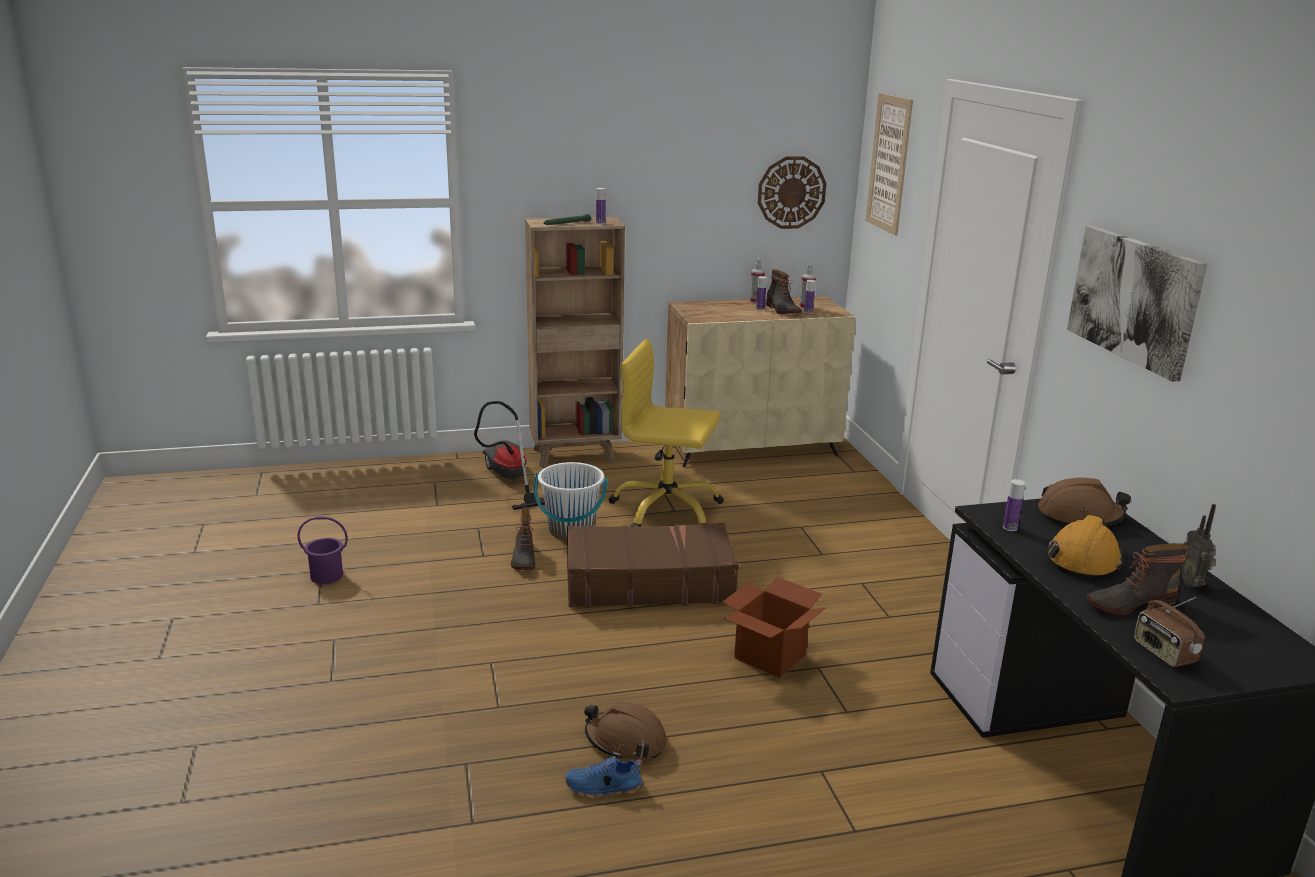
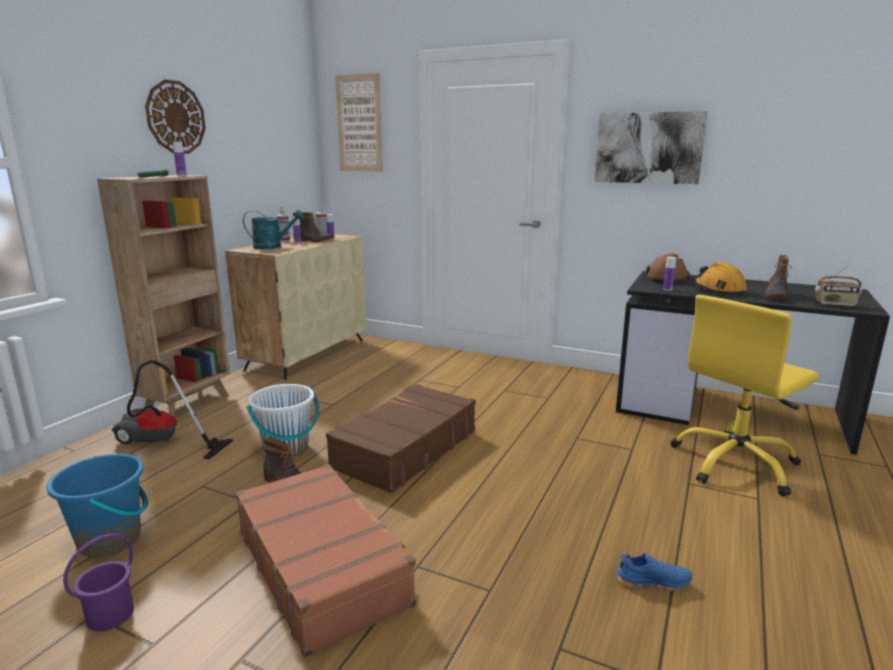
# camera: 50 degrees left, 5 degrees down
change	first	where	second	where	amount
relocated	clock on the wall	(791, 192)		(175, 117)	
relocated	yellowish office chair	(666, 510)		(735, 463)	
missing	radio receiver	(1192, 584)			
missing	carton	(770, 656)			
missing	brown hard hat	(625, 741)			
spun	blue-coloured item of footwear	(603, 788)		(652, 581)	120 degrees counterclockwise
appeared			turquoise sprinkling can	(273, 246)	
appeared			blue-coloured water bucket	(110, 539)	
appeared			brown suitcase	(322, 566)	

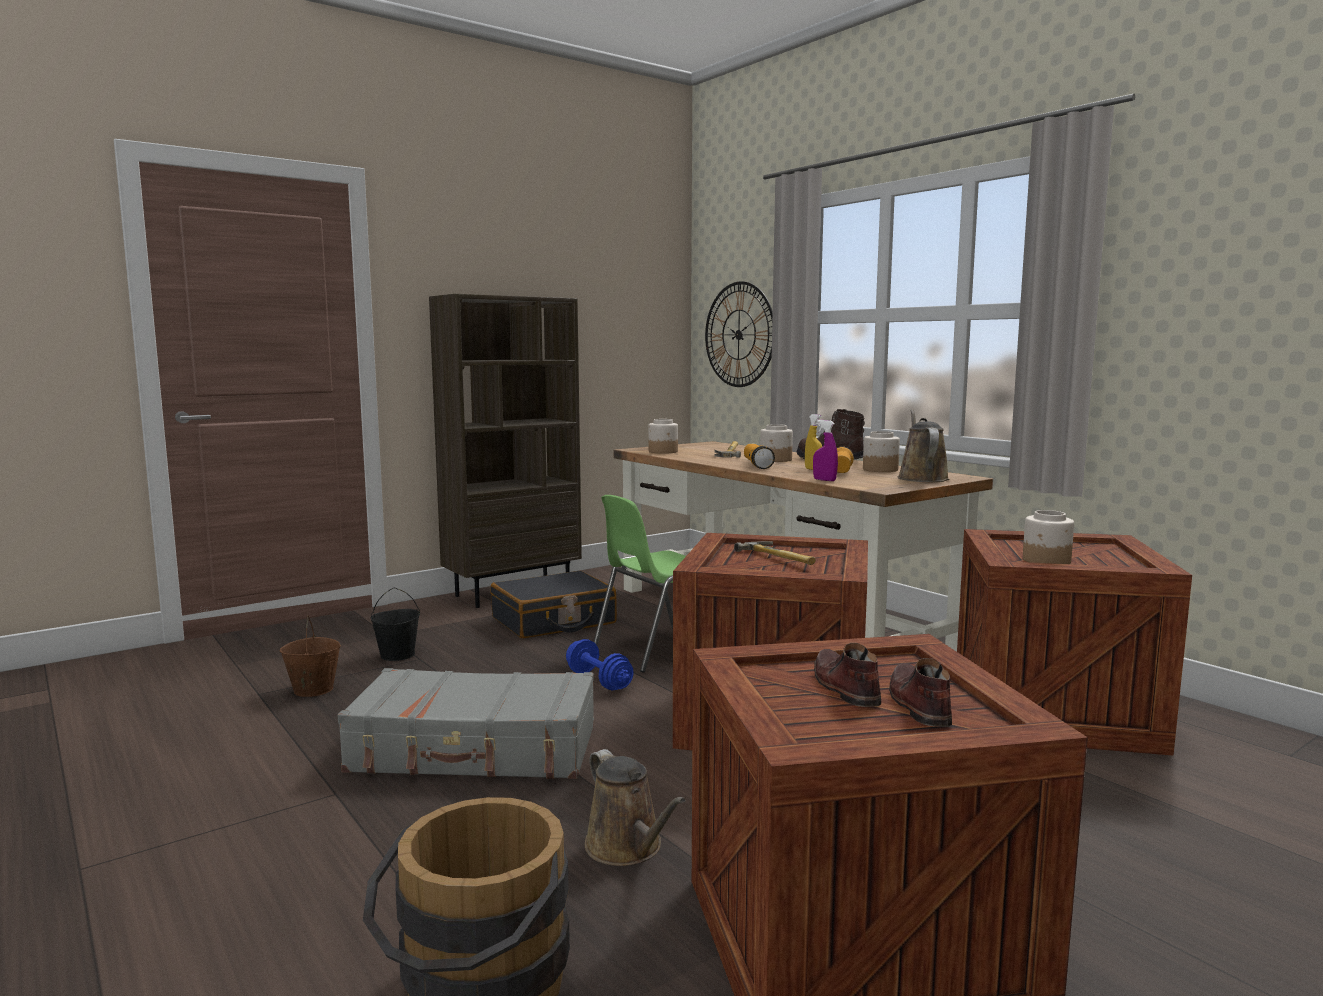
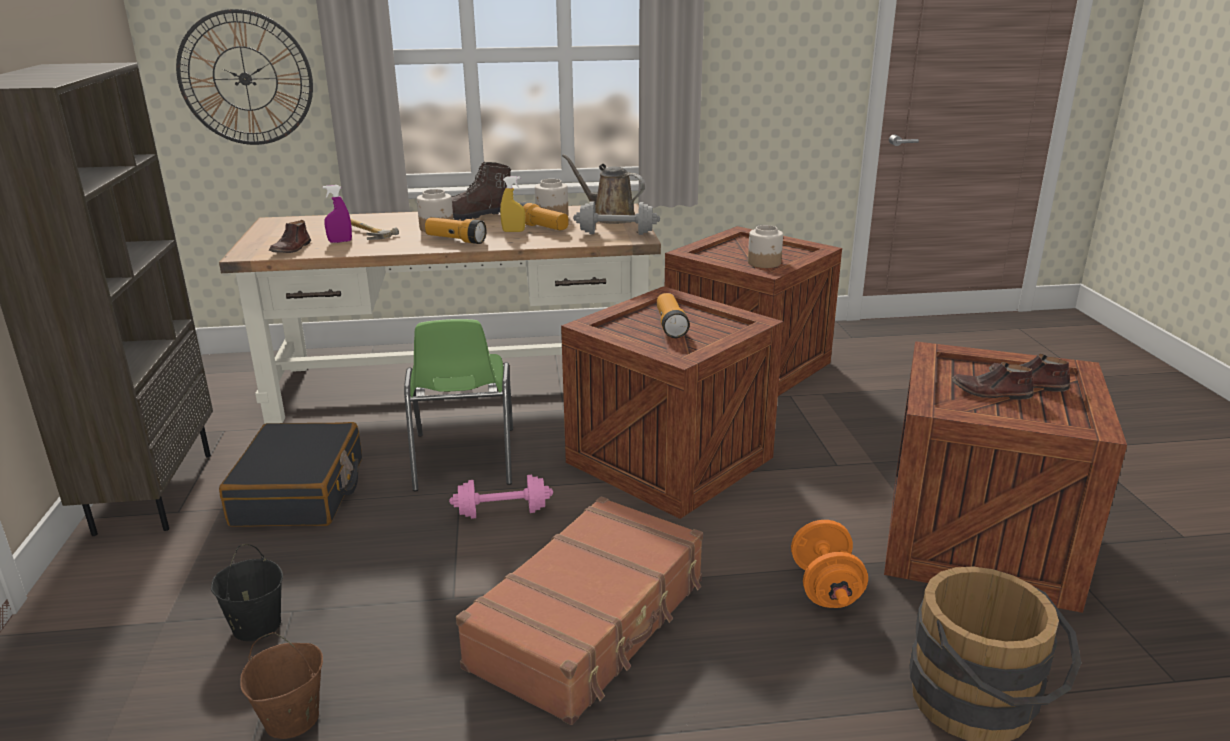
# camera: 60 degrees left, 15 degrees up
change	first	where	second	where	amount
exchanged	storage jar	(663, 451)	brown item of footwear	(291, 249)	
relocated	purplish hand sprayer	(824, 480)		(340, 241)	
exchanged	hammer	(781, 558)	hand torch	(670, 325)	
colour	blue-coloured free weight	(599, 681)	pink-coloured free weight	(502, 512)	
colour	greyish suitcase	(475, 749)	brown suitcase	(591, 623)	
exchanged	brown sprinkling can	(627, 848)	orange free weight	(825, 588)	
appeared			greyish free weight	(616, 233)	

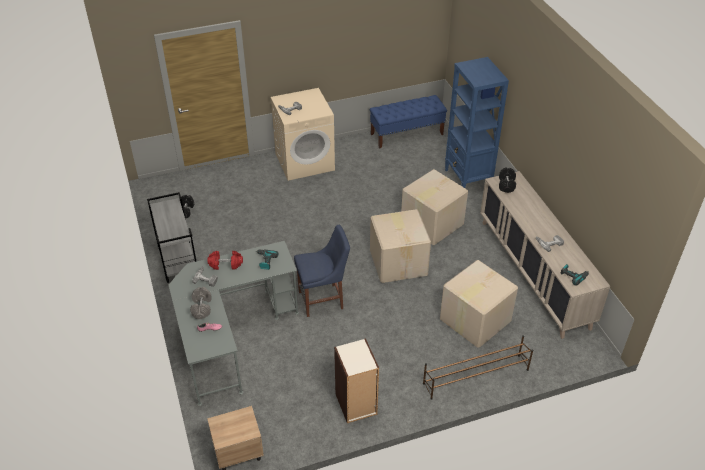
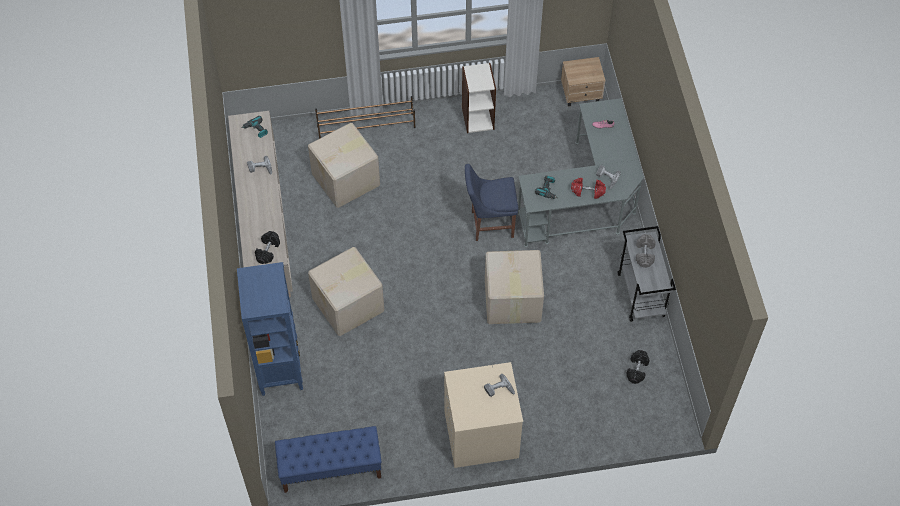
# camera: 170 degrees left, 15 degrees up
change	first	where	second	where	amount
relocated	carton	(398, 262)		(511, 301)	
relocated	greyish free weight	(202, 307)		(644, 254)	

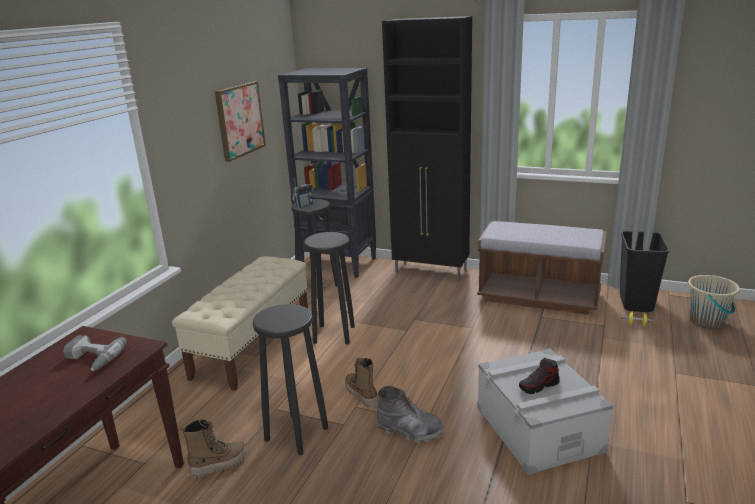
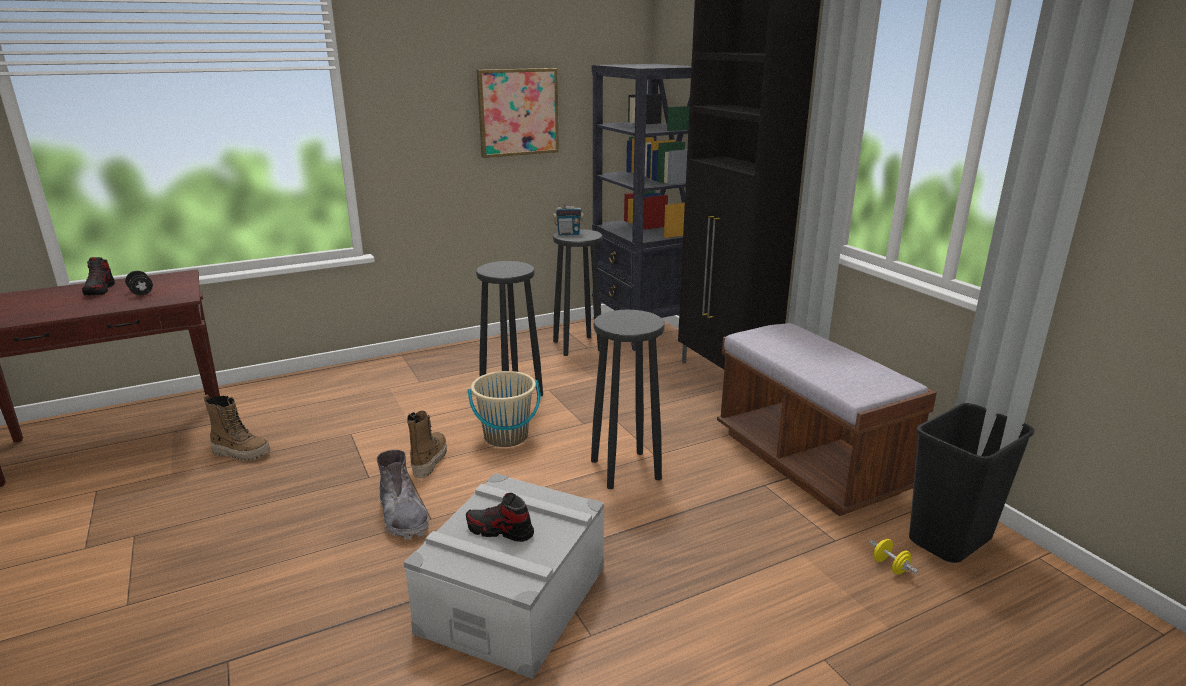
# camera: 40 degrees right, 0 degrees up
change	first	where	second	where	amount
missing	beige-coloured bench	(253, 345)			
relocated	beige-coloured water bucket	(707, 321)		(506, 437)	
relocated	black stool	(296, 433)		(625, 469)	
exchanged	power drill	(91, 359)	black free weight	(141, 292)	
appeared			item of footwear	(100, 290)	

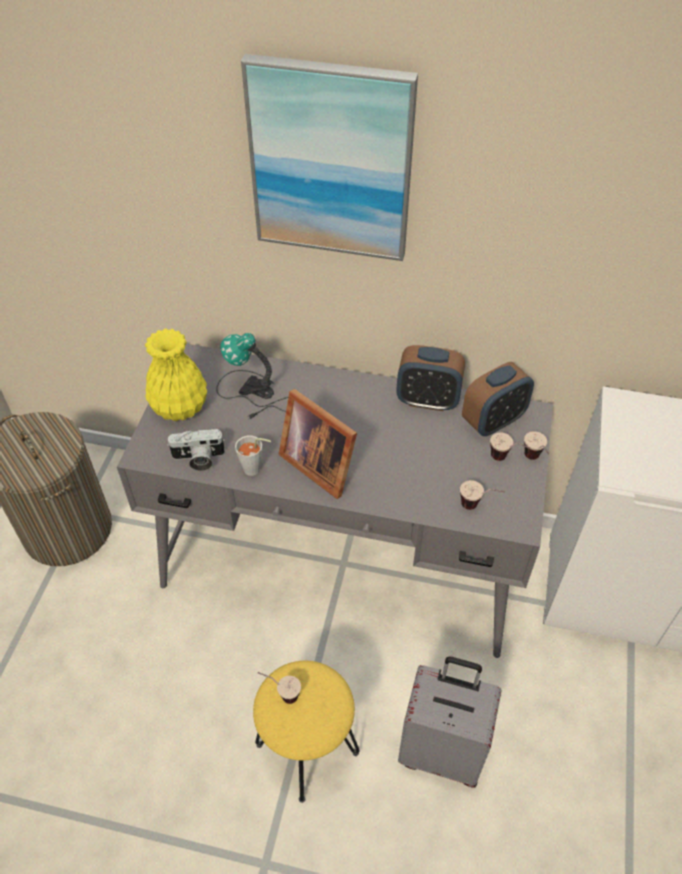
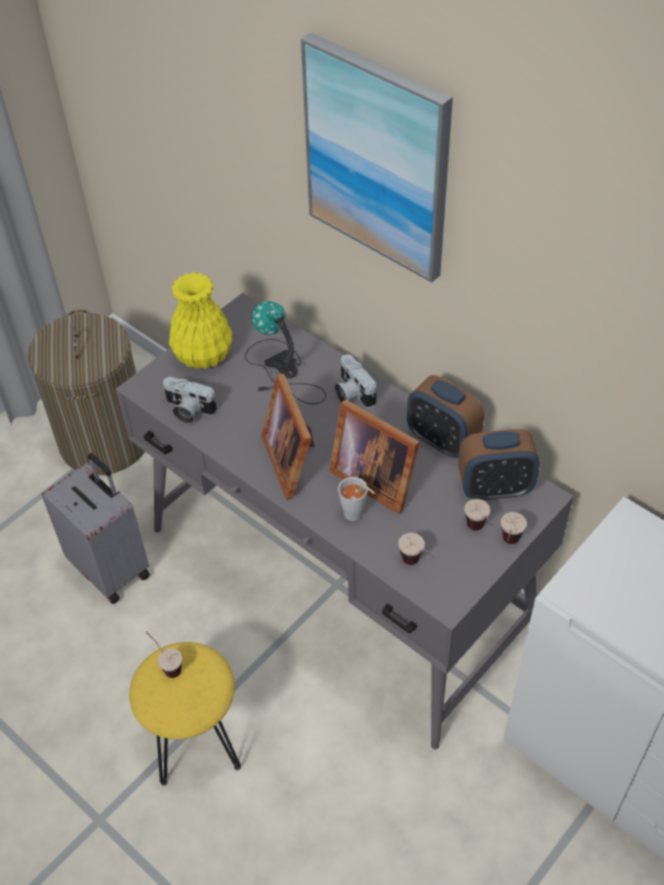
# camera: 30 degrees right, 0 degrees up
change	first	where	second	where	amount
relocated	greyish cup	(255, 470)		(356, 516)	
relocated	greyish suitcase	(442, 750)		(112, 568)	
appeared			still camera	(352, 393)	
appeared			picture frame	(373, 477)	

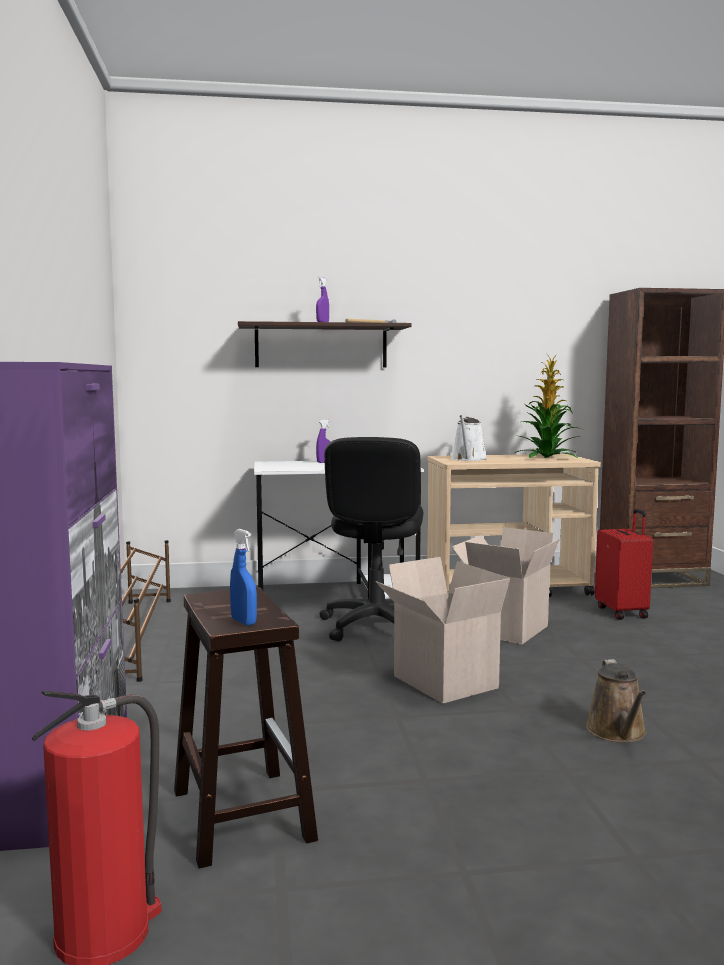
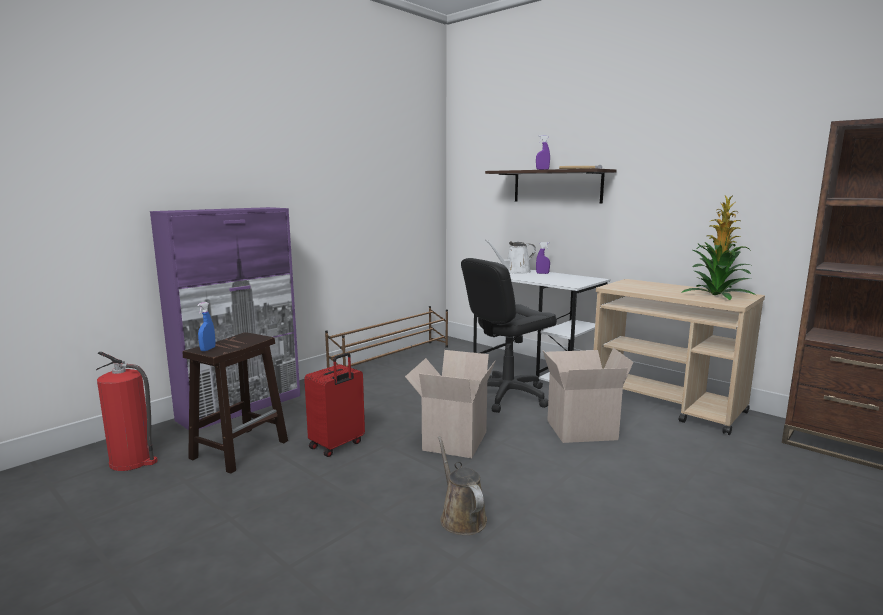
# camera: 50 degrees right, 5 degrees up
change	first	where	second	where	amount
relocated	white sprinkling can	(468, 459)		(515, 272)	
relocated	red-coloured suitcase	(622, 612)		(337, 445)	
spun	brown sprinkling can	(618, 732)		(461, 517)	105 degrees clockwise

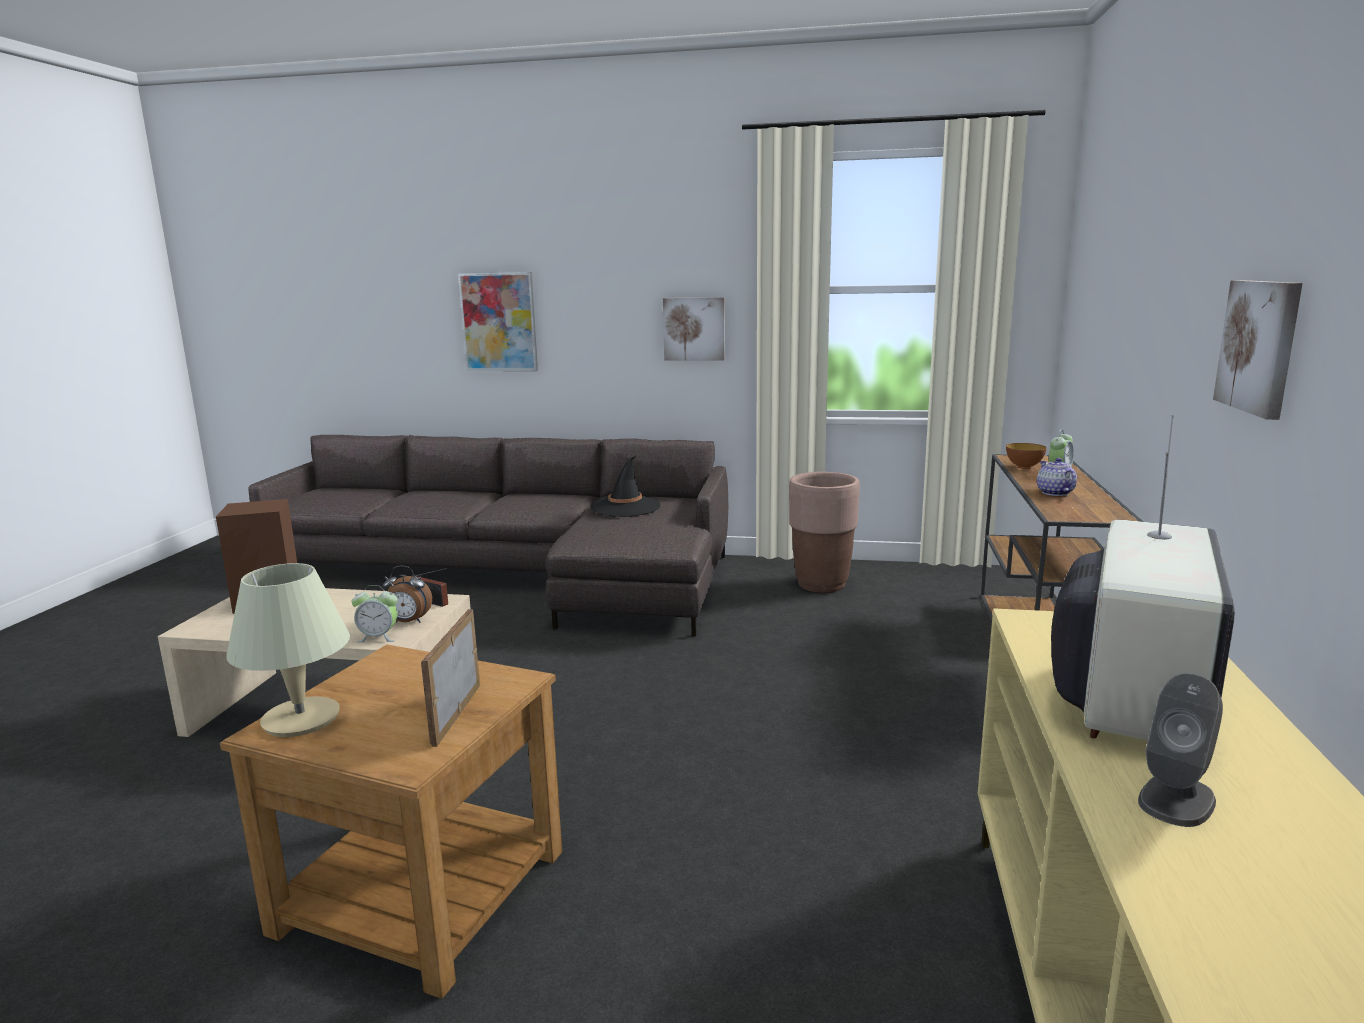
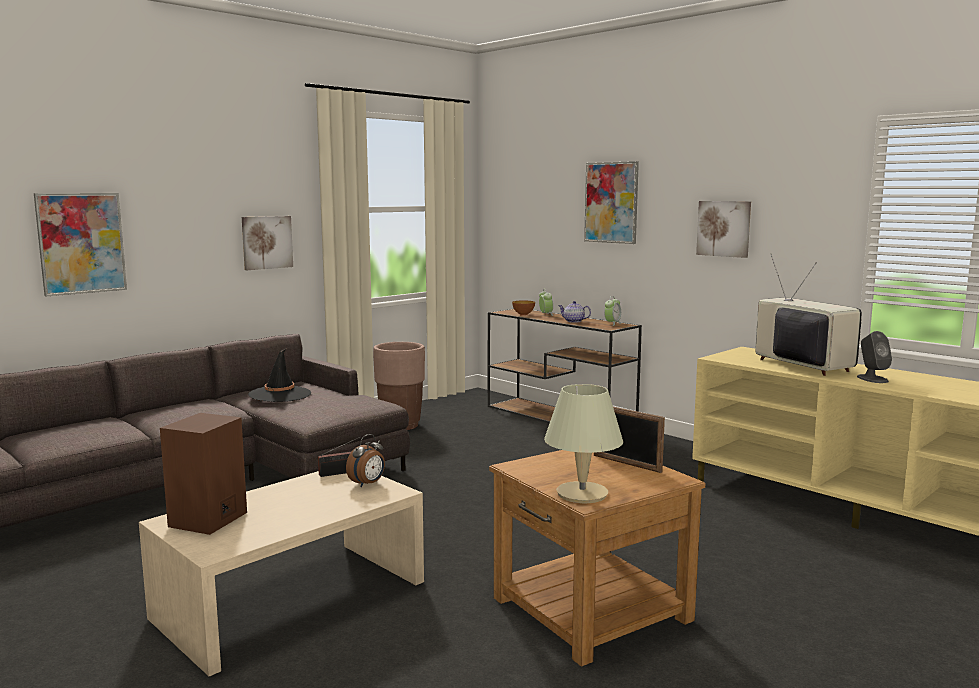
# camera: 55 degrees left, 5 degrees down
change	first	where	second	where	amount
relocated	table clock	(378, 637)		(612, 324)	
appeared			wall picture	(611, 202)	

